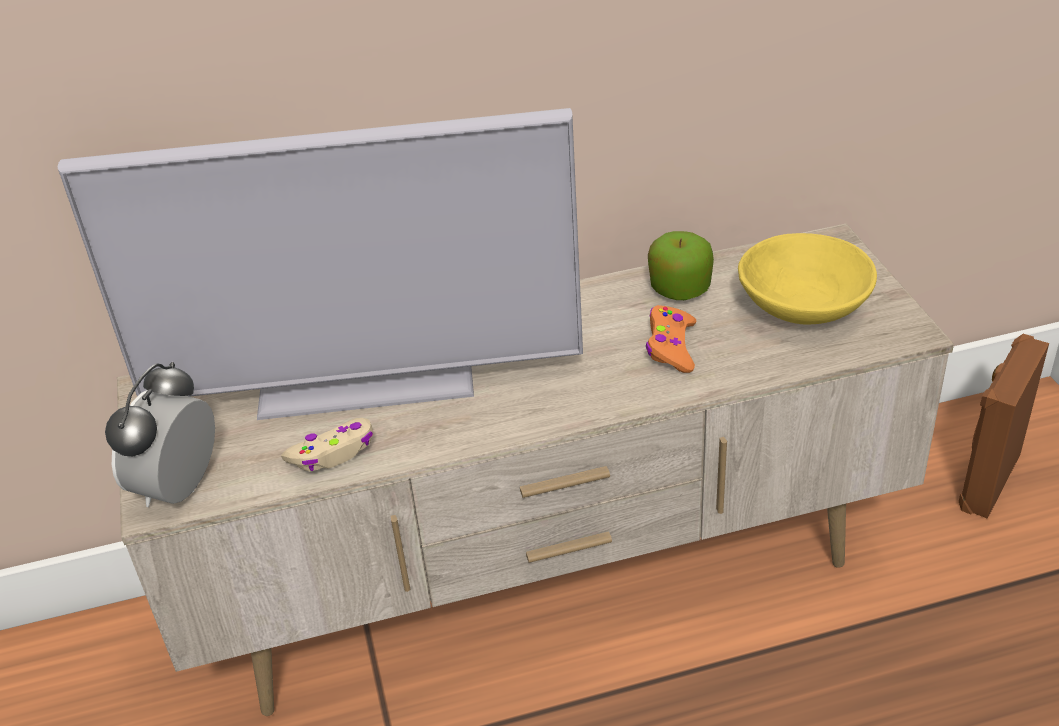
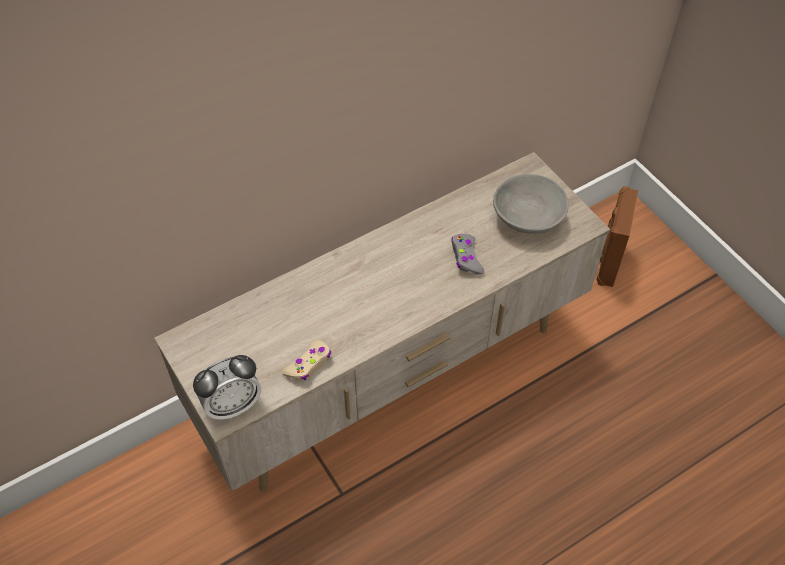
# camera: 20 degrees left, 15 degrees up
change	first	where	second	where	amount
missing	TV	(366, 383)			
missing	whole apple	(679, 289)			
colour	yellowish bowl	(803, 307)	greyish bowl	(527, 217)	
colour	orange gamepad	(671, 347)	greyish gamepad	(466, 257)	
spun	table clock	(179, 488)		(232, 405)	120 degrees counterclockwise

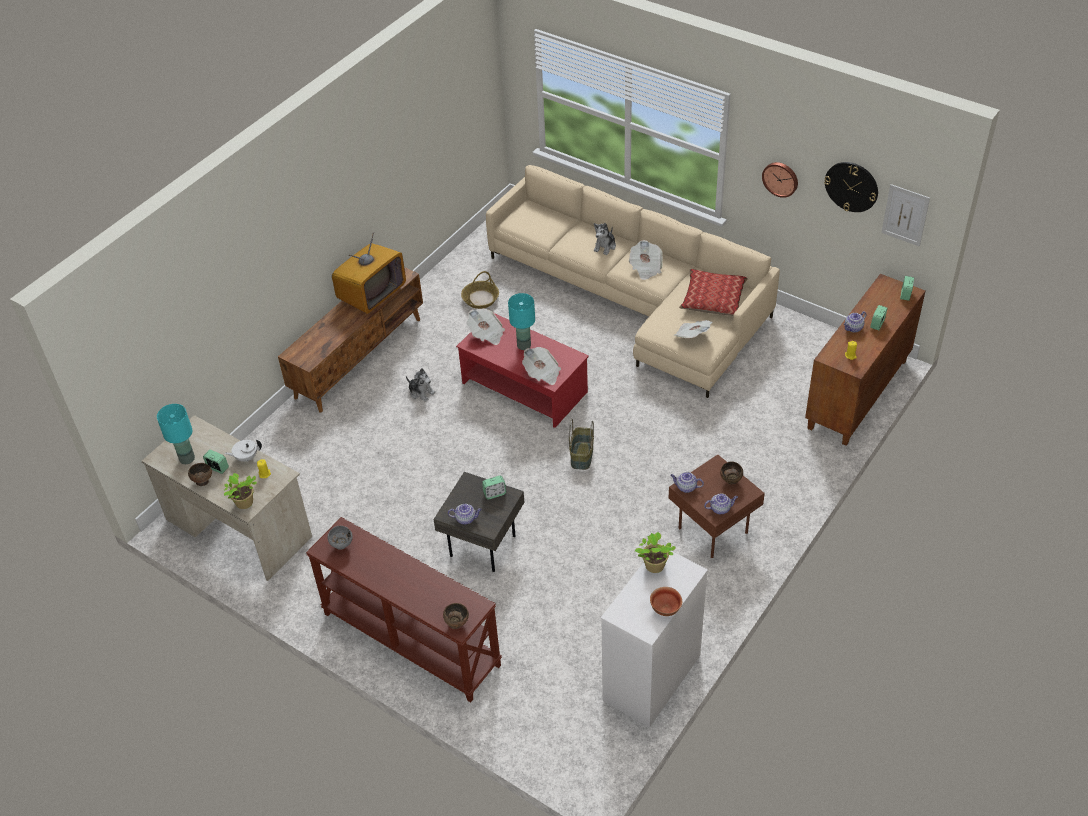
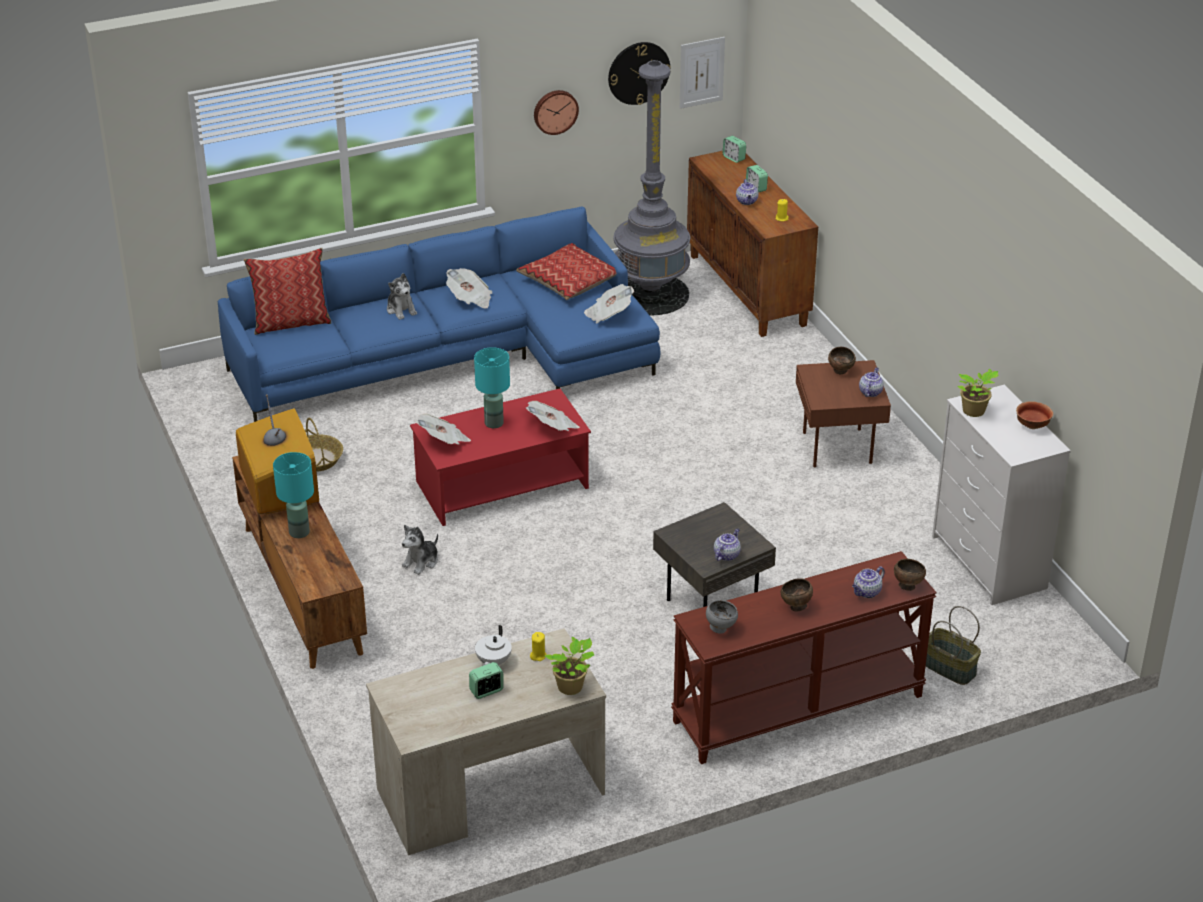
# camera: 60 degrees left, 10 degrees down
change	first	where	second	where	amount
colour	beige-coloured settee	(635, 300)	blue-coloured settee	(455, 357)	
spun	plush toy	(421, 392)		(421, 562)	150 degrees clockwise
relocated	turquoise table lamp	(187, 458)		(298, 532)	
relocated	basket	(581, 455)		(948, 668)	
relocated	brown bowl	(202, 481)		(795, 607)	
relocated	pot for tea	(686, 487)		(867, 592)	
missing	table clock	(494, 493)			
appeared			greyish floor lamp	(651, 294)	
appeared			throw pillow	(291, 322)	

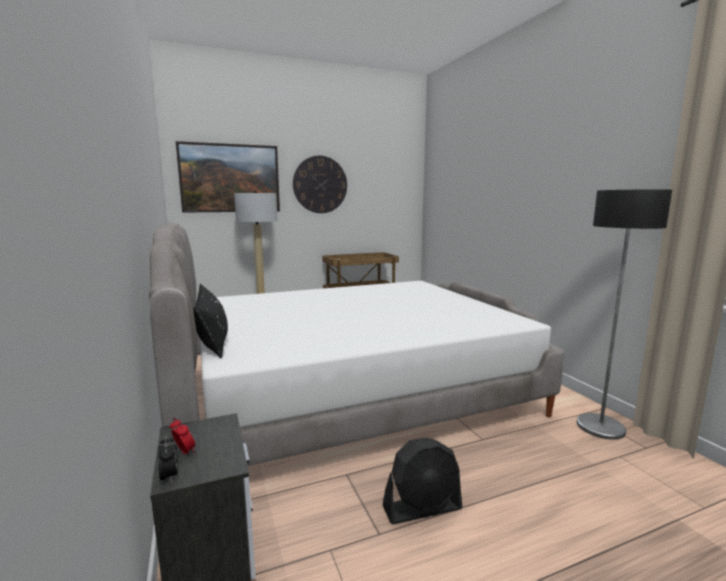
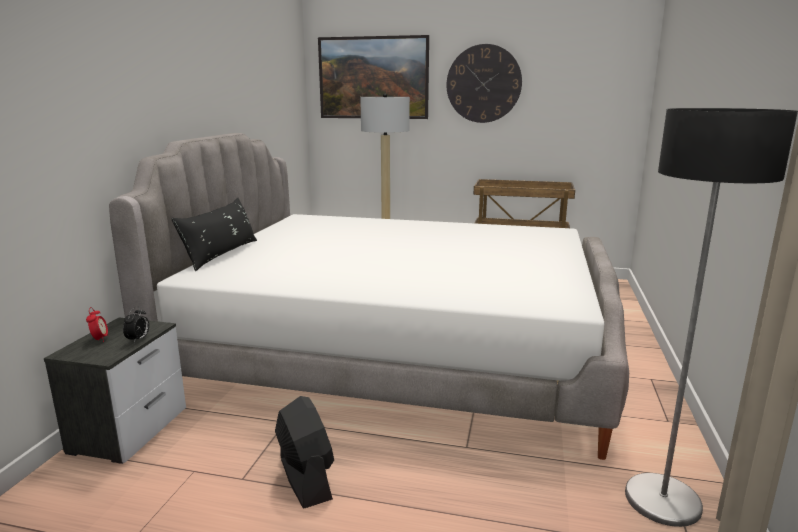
# camera: 35 degrees right, 5 degrees up
change	first	where	second	where	amount
relocated	table clock	(170, 476)		(138, 339)	
spun	black electric fan	(422, 508)		(305, 478)	135 degrees counterclockwise

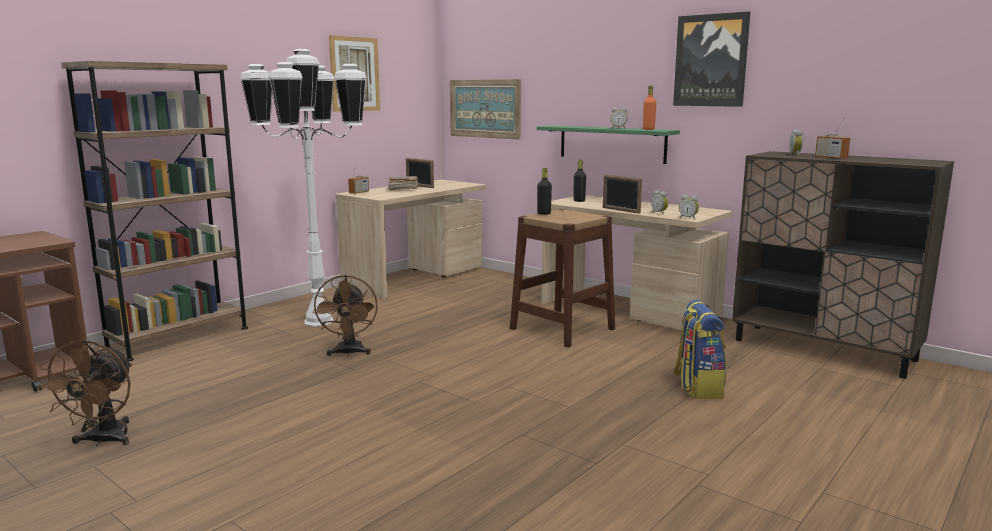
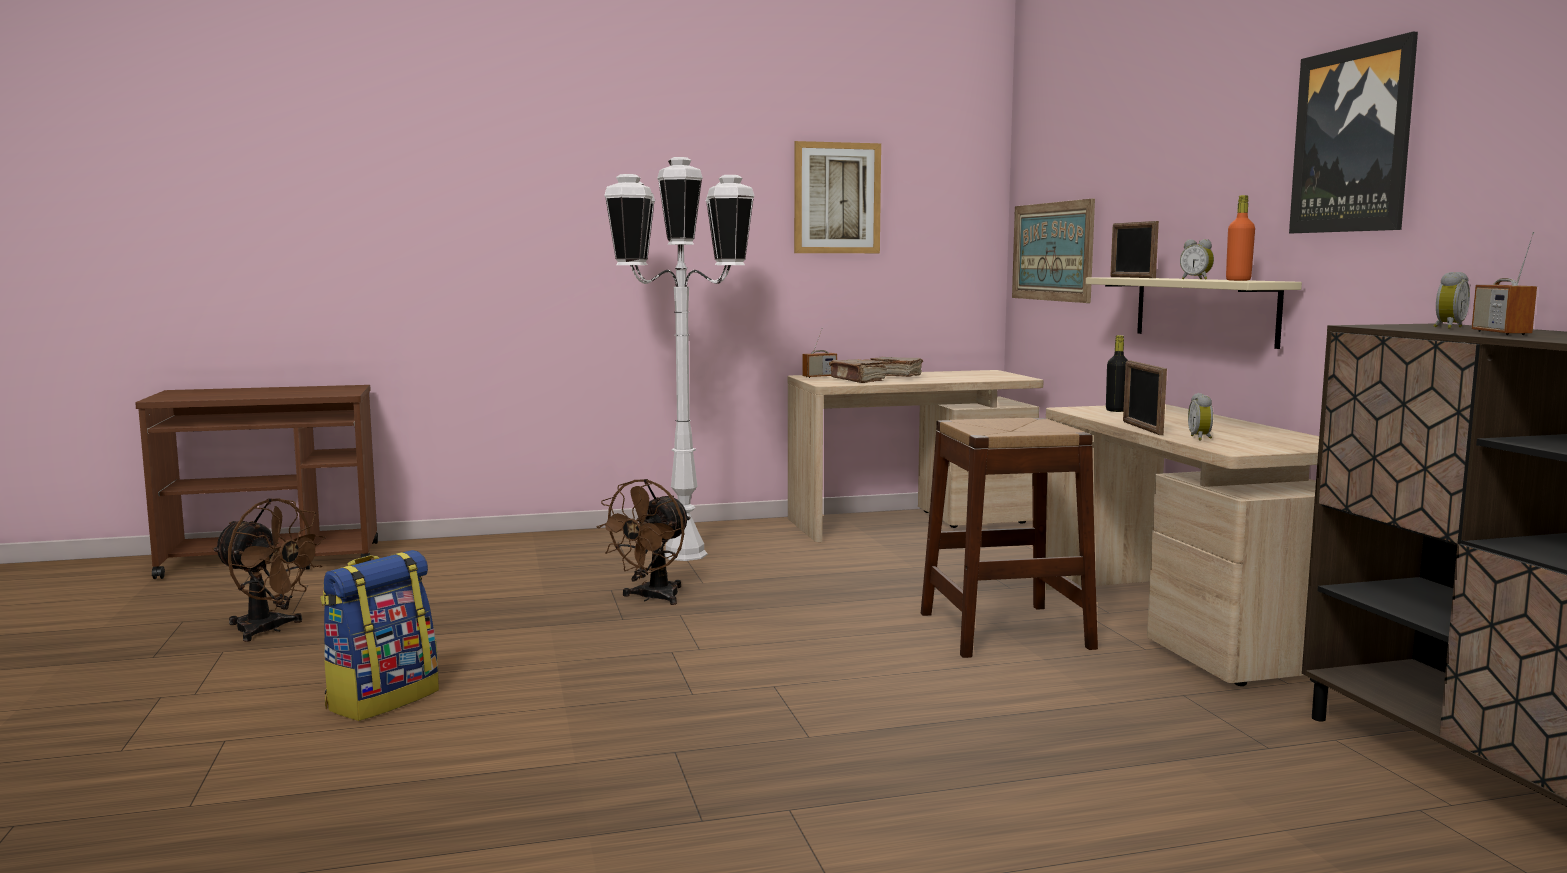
# camera: 35 degrees right, 5 degrees down
change	first	where	second	where	amount
missing	brown shelving unit	(178, 337)			
colour	green wall shelf	(611, 143)	beige-coloured wall shelf	(1204, 309)	
relocated	picture frame	(419, 186)		(1132, 277)	
missing	black bottle	(544, 213)			
missing	table clock	(688, 218)			
relocated	backpack	(697, 387)		(382, 699)	
spun	brown electric fan	(103, 441)		(269, 630)	105 degrees counterclockwise
appeared			brown bound book	(858, 380)	

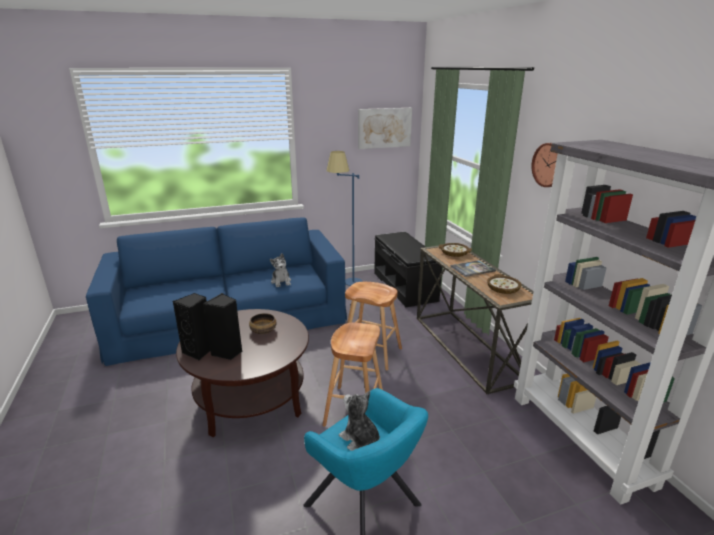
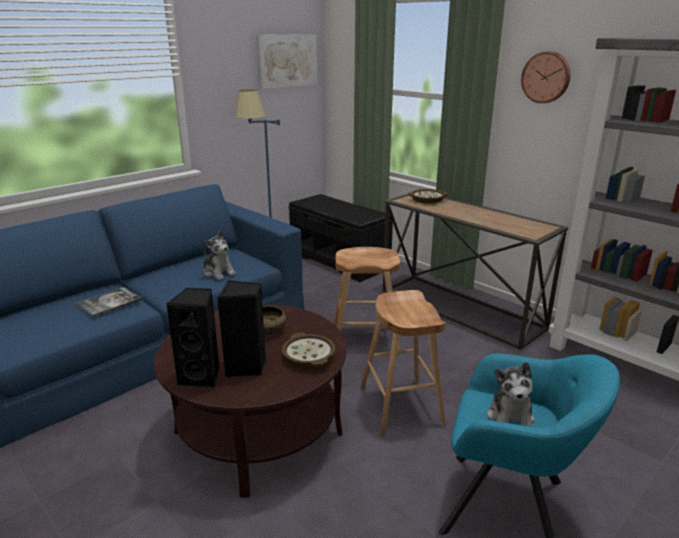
# camera: 25 degrees left, 0 degrees up
change	first	where	second	where	amount
relocated	bound book	(472, 269)		(109, 303)	
relocated	bowl	(503, 288)		(309, 356)	
spun	plush toy	(360, 440)		(510, 419)	105 degrees counterclockwise

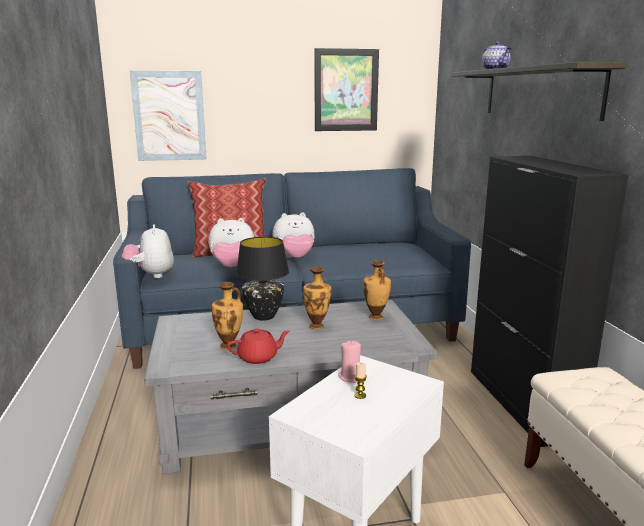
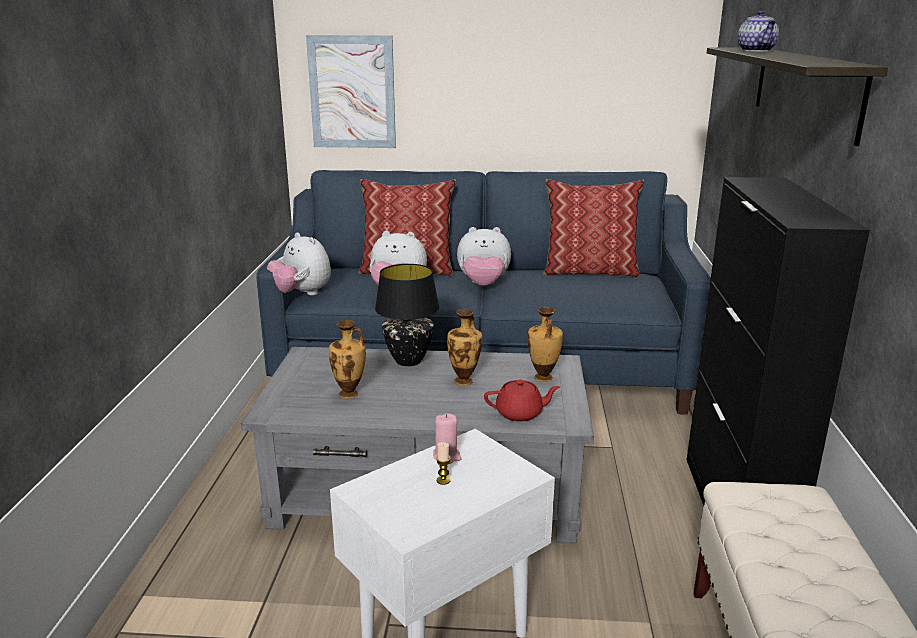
# camera: 15 degrees right, 5 degrees up
change	first	where	second	where	amount
missing	wall picture	(346, 90)			
spun	plush toy	(150, 276)		(301, 294)	45 degrees counterclockwise
relocated	red-coloured pot for tea	(258, 358)		(520, 414)	
appeared			throw pillow	(590, 271)	

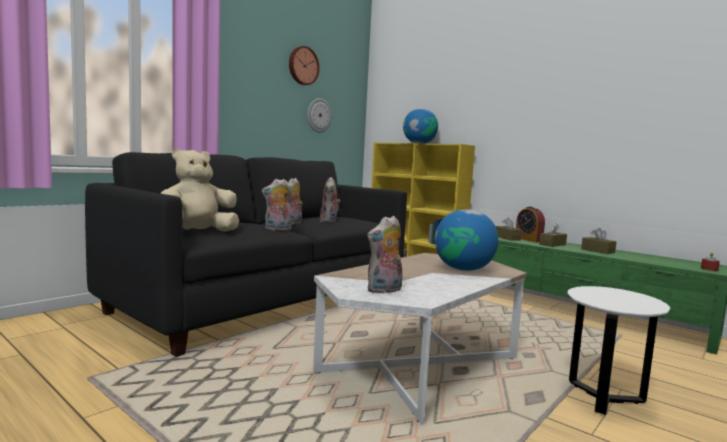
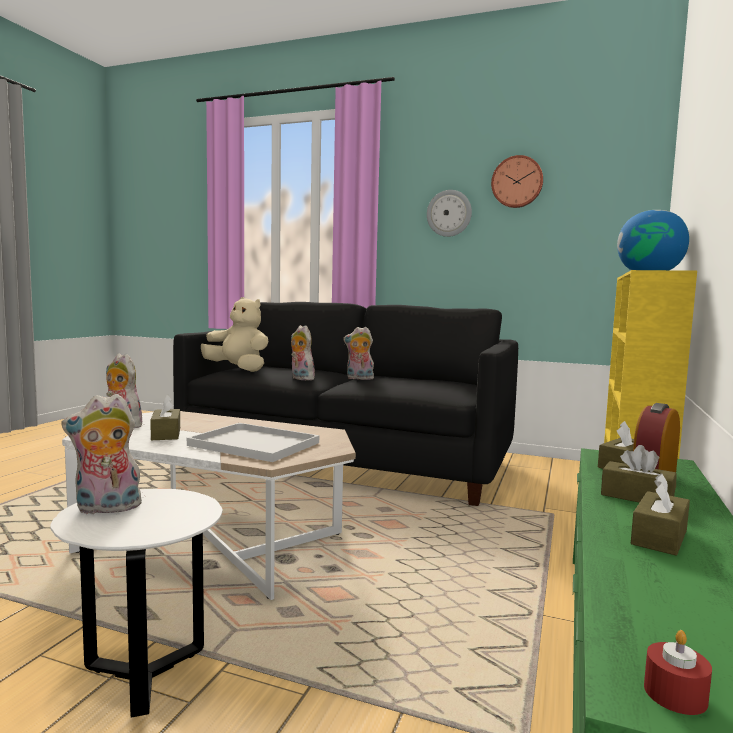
# camera: 70 degrees right, 0 degrees up
change	first	where	second	where	amount
relocated	clock on the wall	(318, 115)		(449, 213)	
relocated	plush toy	(329, 221)		(106, 509)	
exchanged	world globe	(463, 269)	white carrying tray	(251, 444)	
appeared			brown box of tissues	(166, 434)	

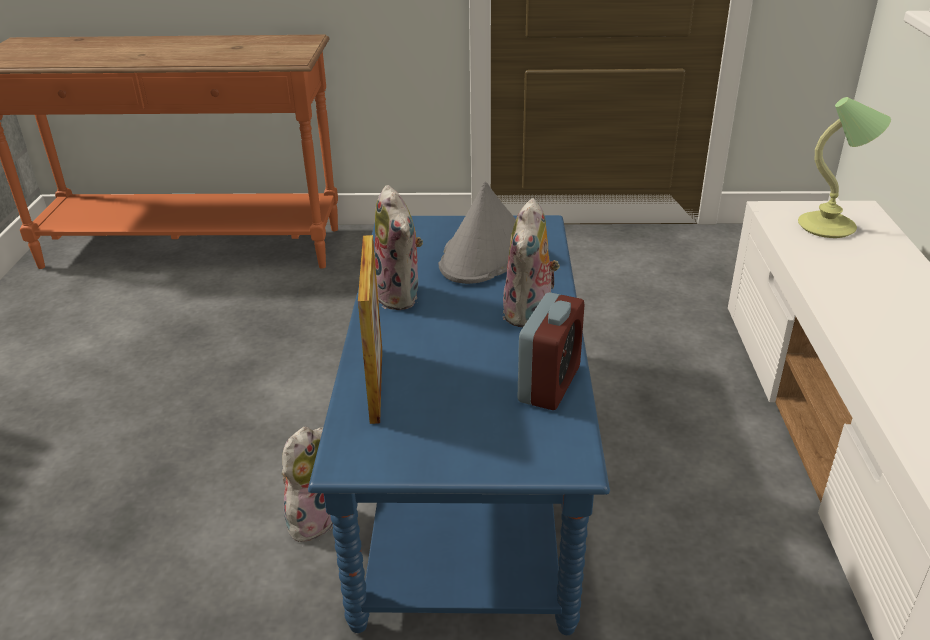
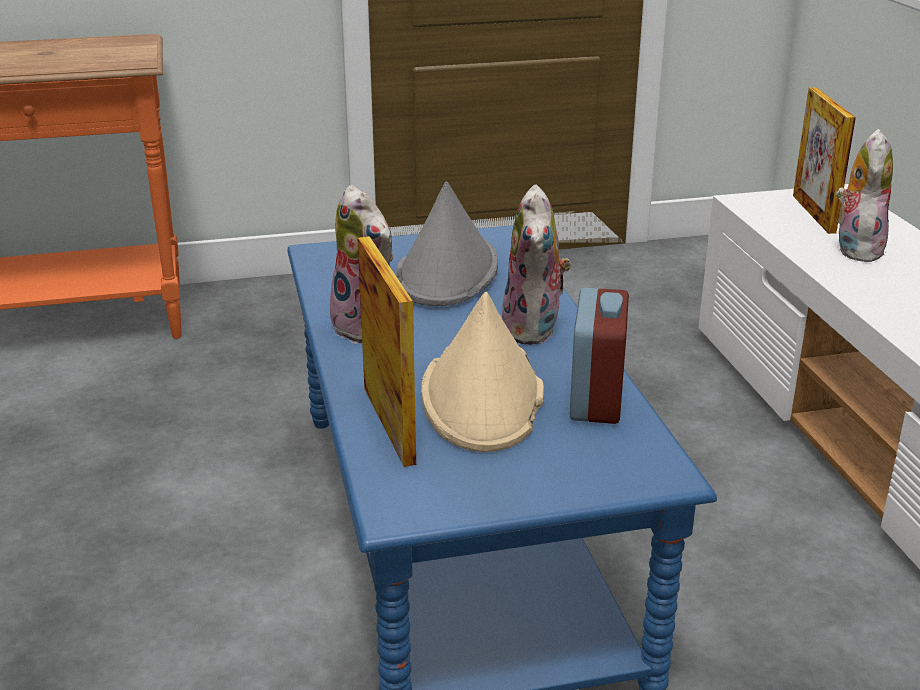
# camera: 15 degrees left, 5 degrees down
change	first	where	second	where	amount
exchanged	table lamp	(829, 227)	picture frame	(813, 213)	
relocated	plush toy	(311, 518)		(855, 249)	
appeared			beige-coloured wearable hat	(483, 396)	

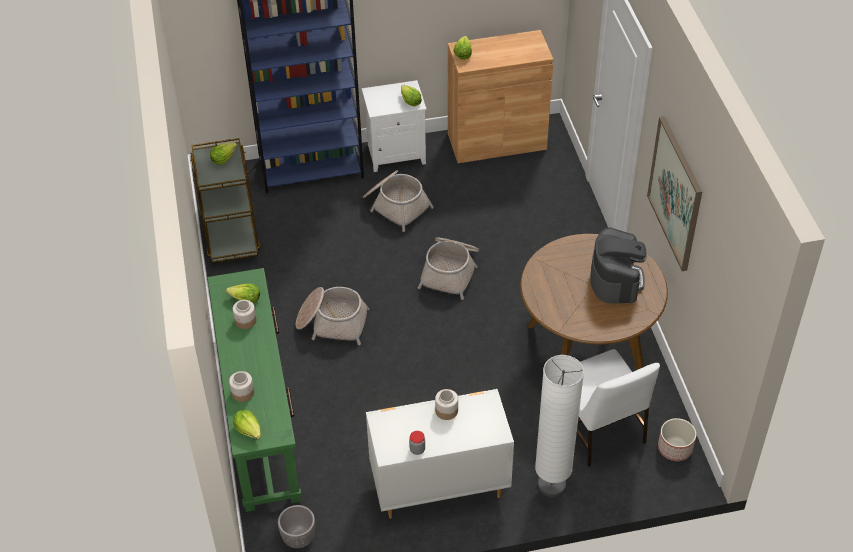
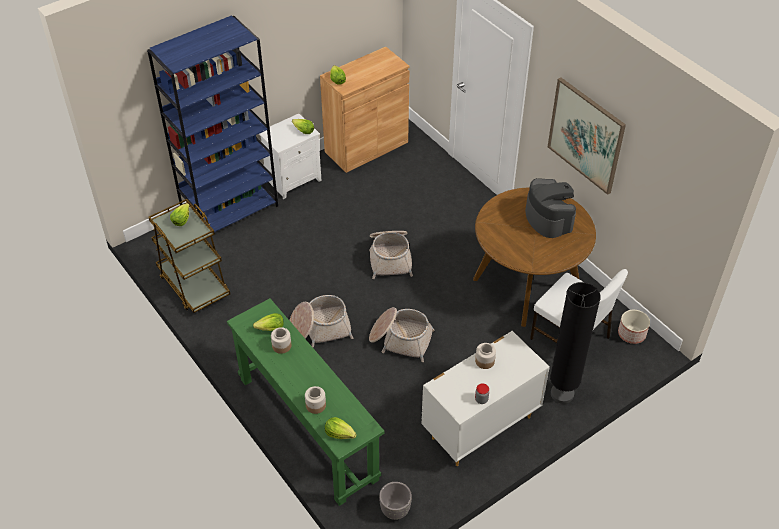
# camera: 25 degrees left, 0 degrees up
change	first	where	second	where	amount
relocated	basket	(395, 205)		(400, 339)	
colour	white floor lamp	(552, 485)	black floor lamp	(562, 394)	

